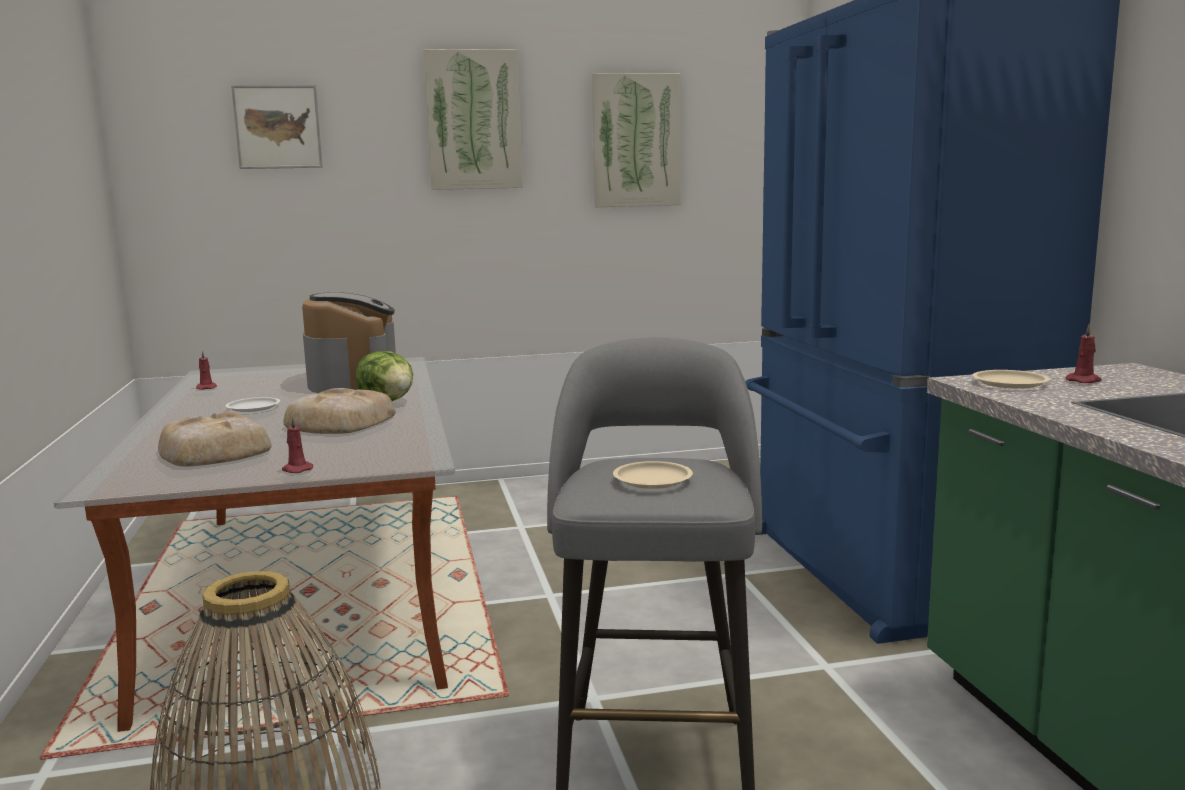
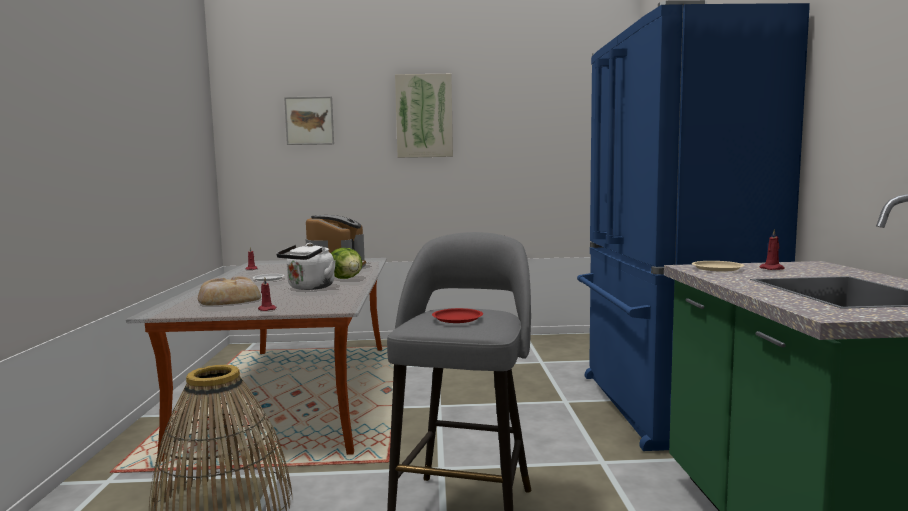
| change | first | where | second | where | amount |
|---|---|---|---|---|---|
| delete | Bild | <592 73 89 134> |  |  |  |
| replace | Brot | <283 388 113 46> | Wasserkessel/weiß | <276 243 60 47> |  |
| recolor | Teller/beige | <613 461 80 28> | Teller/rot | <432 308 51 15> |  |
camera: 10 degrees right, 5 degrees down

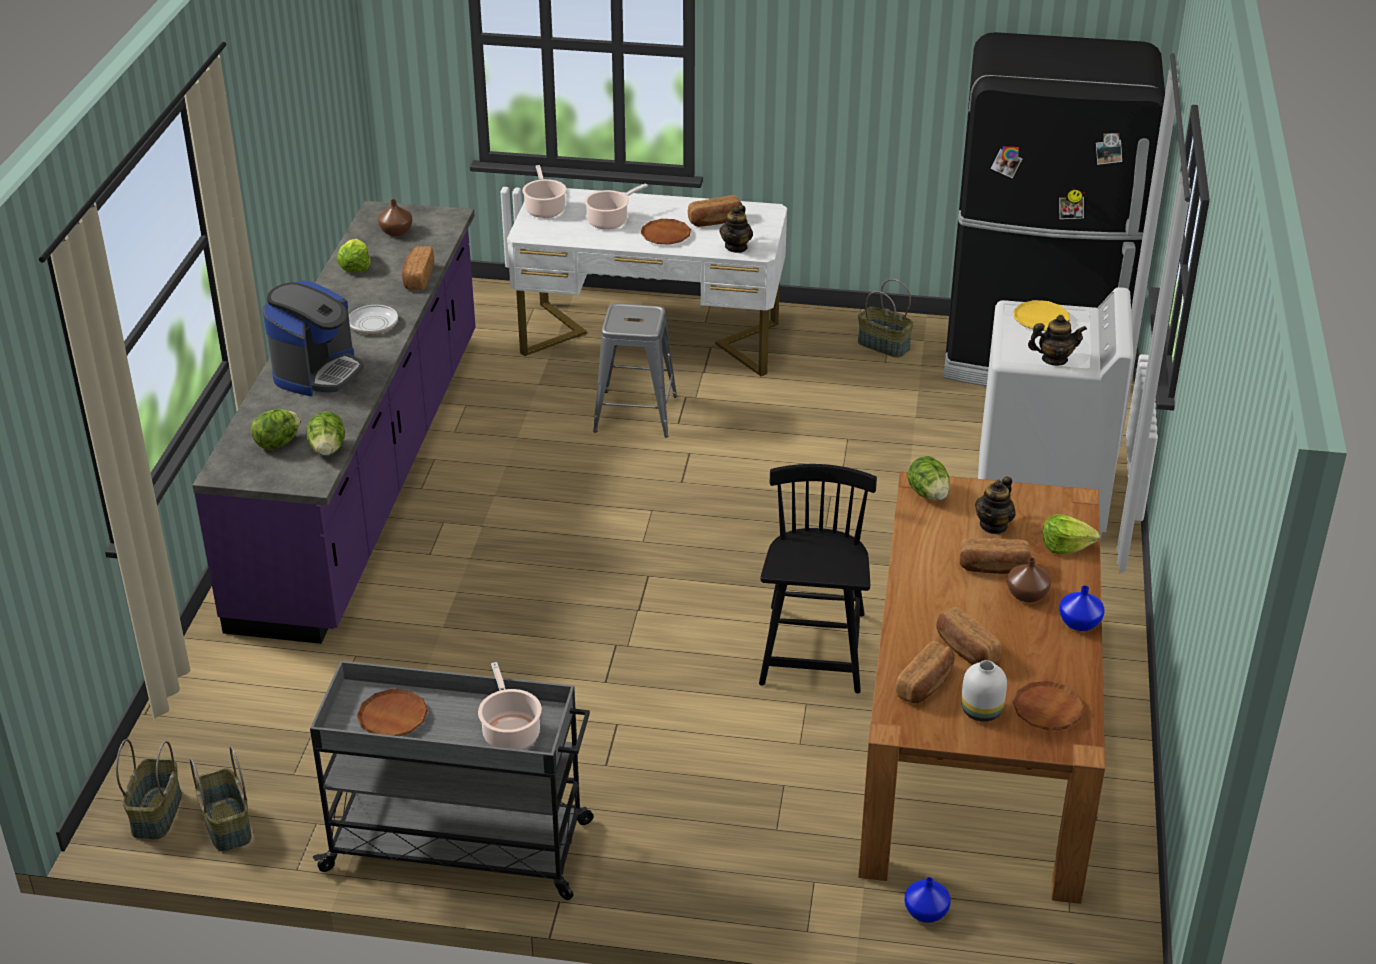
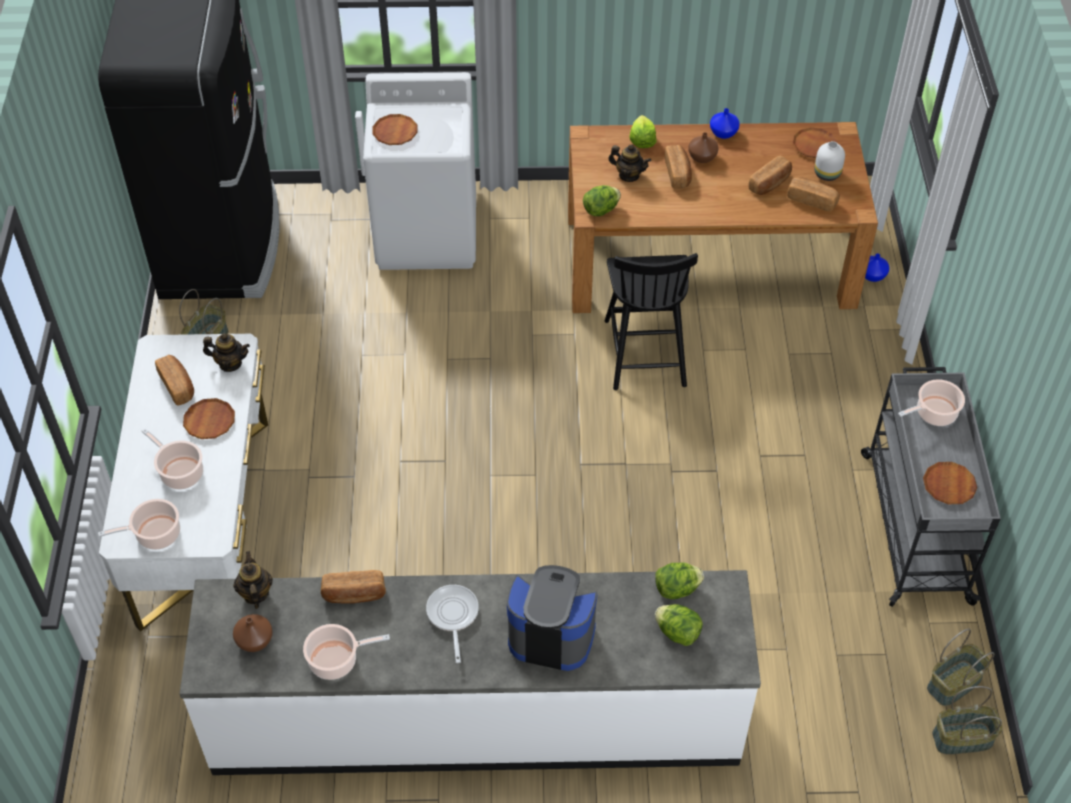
| change | first | where | second | where | amount |
|---|---|---|---|---|---|
| delete | Hocker/grau | <593 304 84 133> |  |  |  |
| move | Teekanne | <1028 315 59 51> |  | <233 551 40 58> |  |
| replace | Salatkopf | <337 239 34 34> | Kochtopf | <303 624 87 56> |  |
| recolor | Küchenzeile/lila | <192 201 284 443> | Küchenzeile/weiß | <180 570 581 205> |  |
| recolor | Teller/gelb | <1014 300 56 31> | Teller/braun | <372 114 46 31> |  |
| rotate | Stuhl/schwarz | <759 464 118 229> |  | <605 253 93 137> | 90 degrees counterclockwise |
camera: 100 degrees left, 15 degrees up

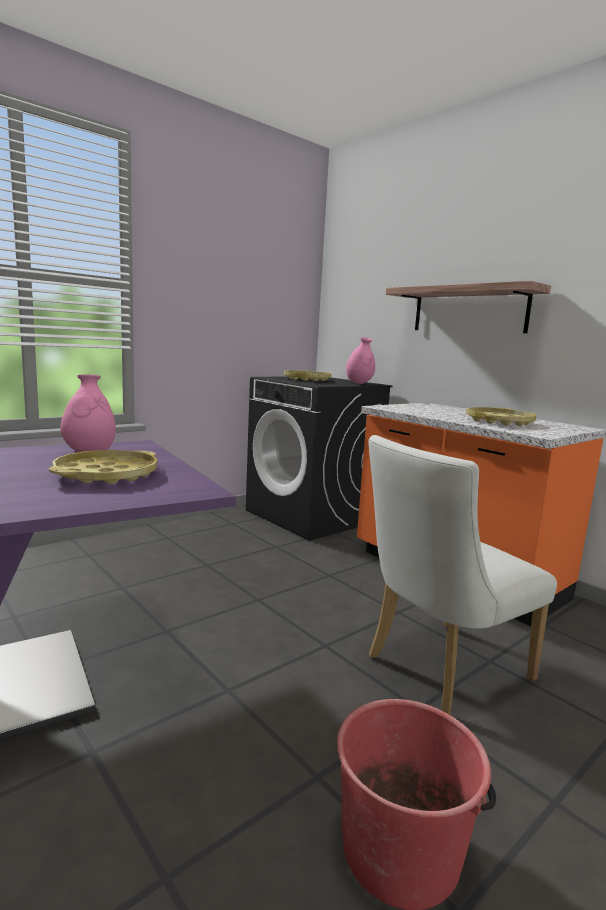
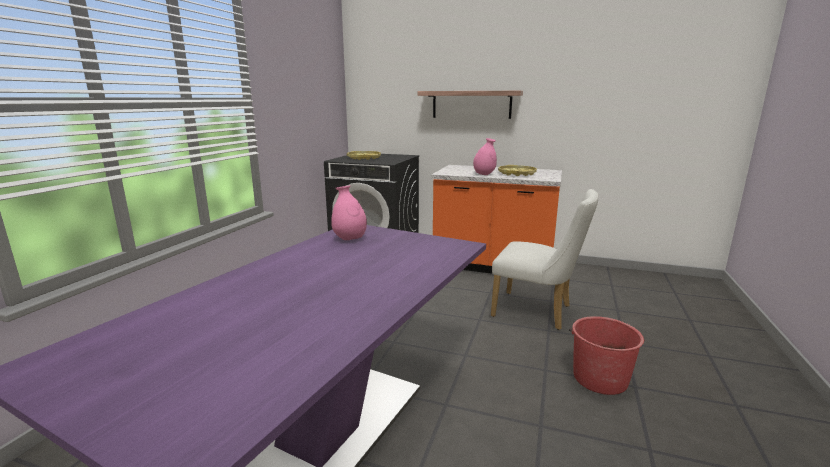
| change | first | where | second | where | amount |
|---|---|---|---|---|---|
| delete | Tablett/gelb | <49 450 108 34> |  |  |  |
| move | Vase/rosa | <346 337 29 47> |  | <473 138 24 37> |  |
| rotate | Stuhl/weiß | <369 435 188 280> |  | <491 189 107 141> | 90 degrees counterclockwise |
camera: 30 degrees left, 5 degrees up

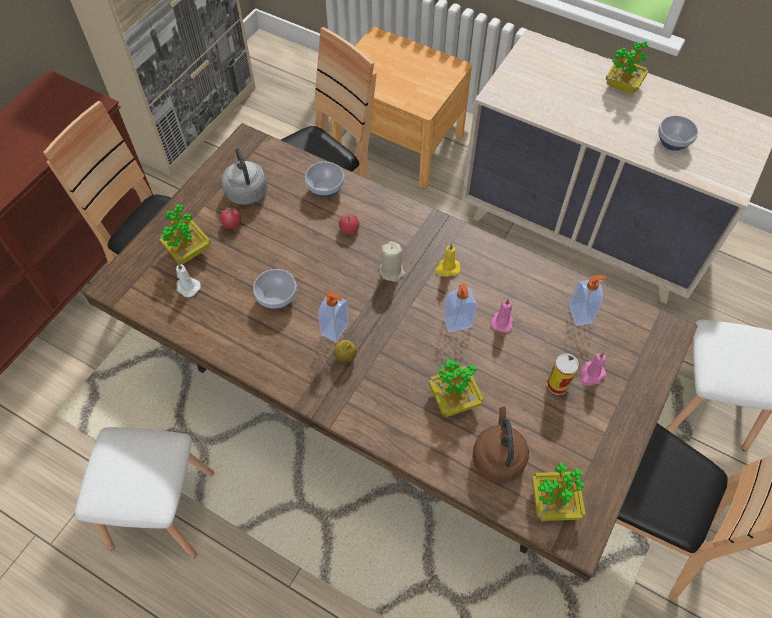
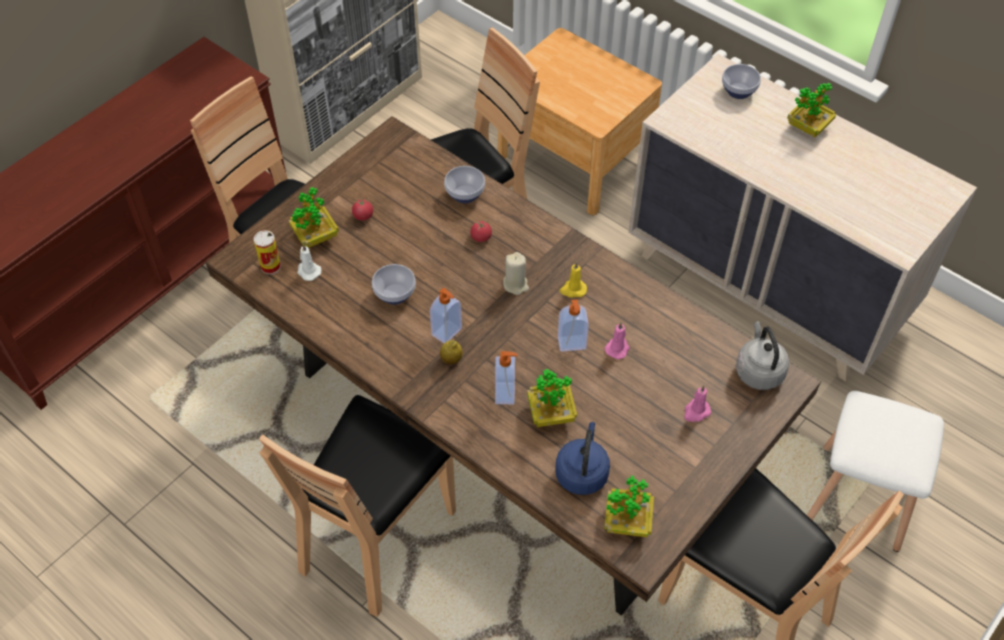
| change | first | where | second | where | amount |
|---|---|---|---|---|---|
| delete | Hocker/weiß | <75 427 139 131> |  |  |  |
| insert |  |  | Stuhl/braun | <259 395 197 222> |  |
| move | Wasserkessel/grau | <222 147 45 58> |  | <736 321 53 69> |  |
| move | Dose | <547 353 32 42> |  | <253 230 28 45> |  |
| move | Seifenspender | <569 275 38 51> |  | <495 351 23 53> |  |
| move | Schüssel | <658 115 40 36> |  | <722 64 39 35> |  |
| recolor | Wasserkessel/braun | <473 407 56 76> | Wasserkessel/blau | <555 422 55 73> |  |
camera: 10 degrees right, 5 degrees down

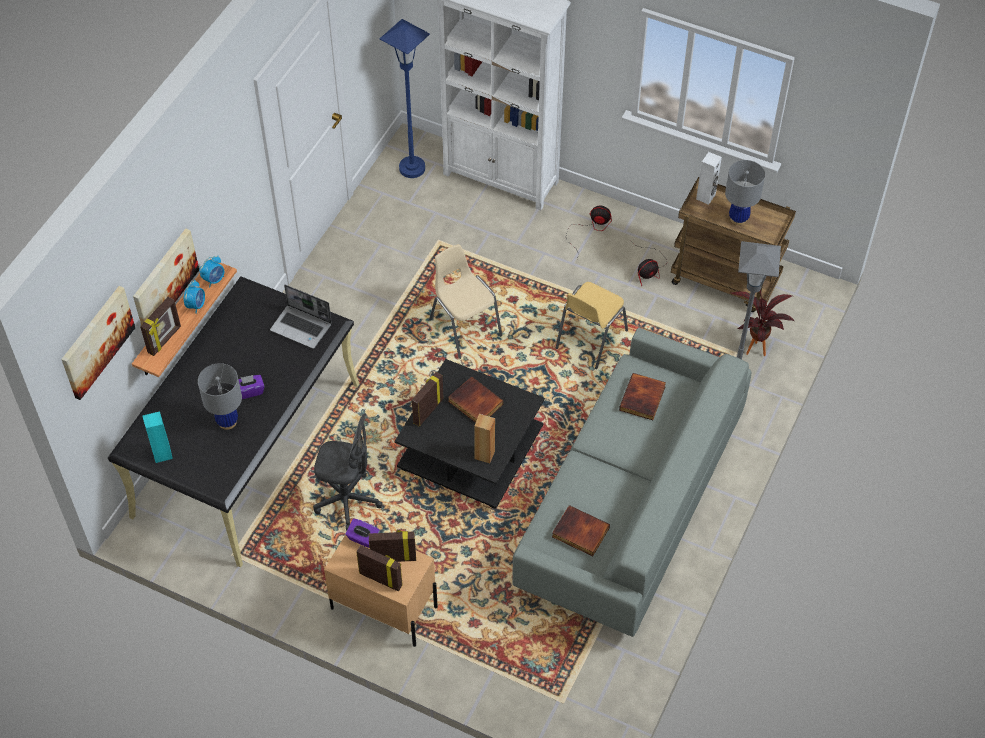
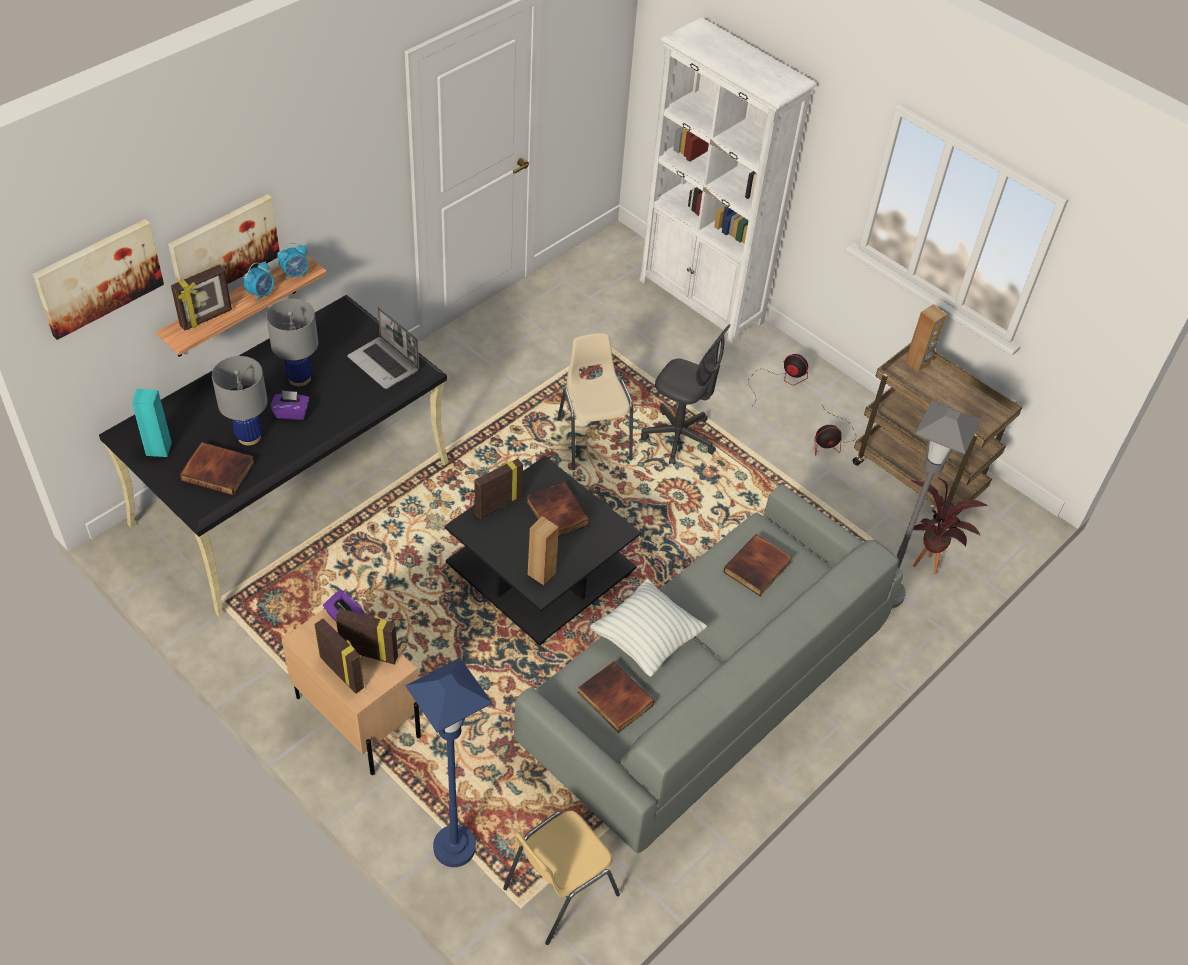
| change | first | where | second | where | amount |
|---|---|---|---|---|---|
| insert |  |  | Buch | <180 442 75 53> |  |
| insert |  |  | Kissen | <590 579 117 98> |  |
| move | Bürostuhl/grau | <313 413 70 118> |  | <641 324 90 141> |  |
| move | Stehlampe/blau | <380 19 50 159> |  | <406 658 86 209> |  |
| move | Stuhl/gelb | <556 282 72 87> |  | <503 810 117 135> |  |
| move | Tischlampe/grau | <725 160 40 65> |  | <266 299 52 87> |  |
| recolor | Lautsprecher/weiß | <696 152 26 53> | Lautsprecher/braun | <905 305 42 67> |  |
camera: 15 degrees right, 5 degrees down

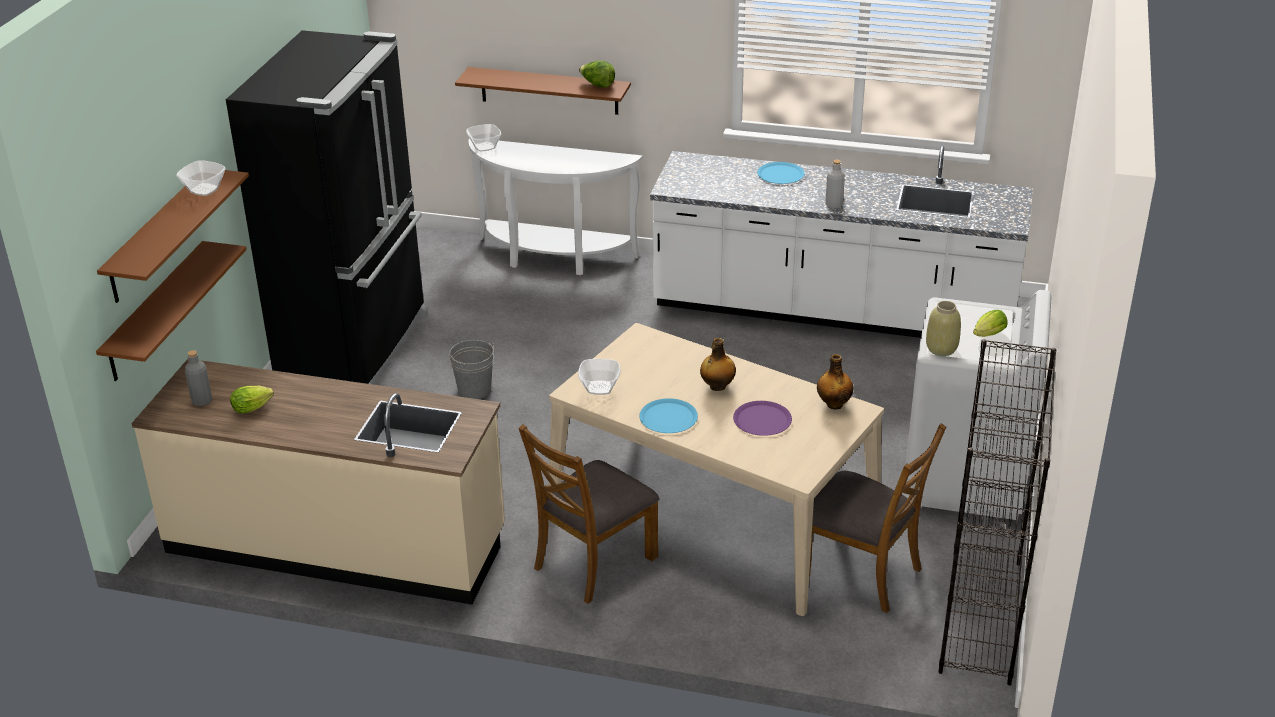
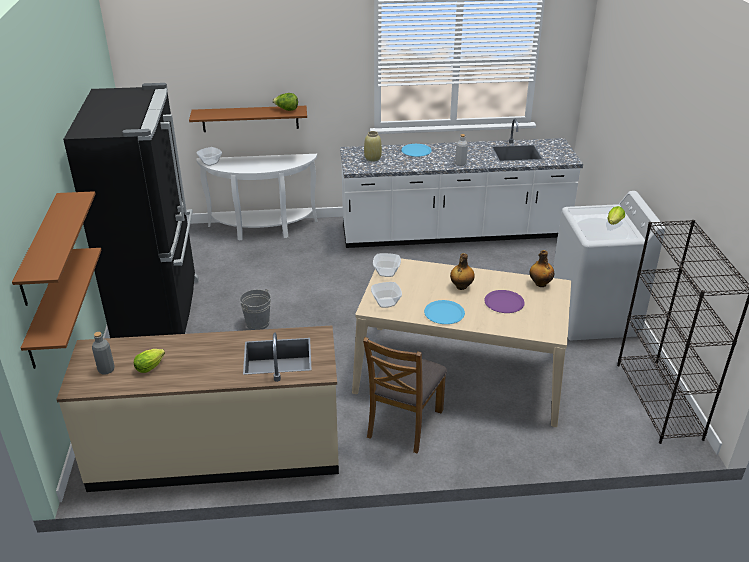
| change | first | where | second | where | amount |
|---|---|---|---|---|---|
| delete | Stuhl/braun | <809 423 137 190> |  |  |  |
| move | Schüssel | <176 160 50 36> |  | <373 253 28 24> |  |
| move | Vase/beige | <926 301 35 55> |  | <364 131 18 30> |  |
camera: 20 degrees left, 0 degrees up

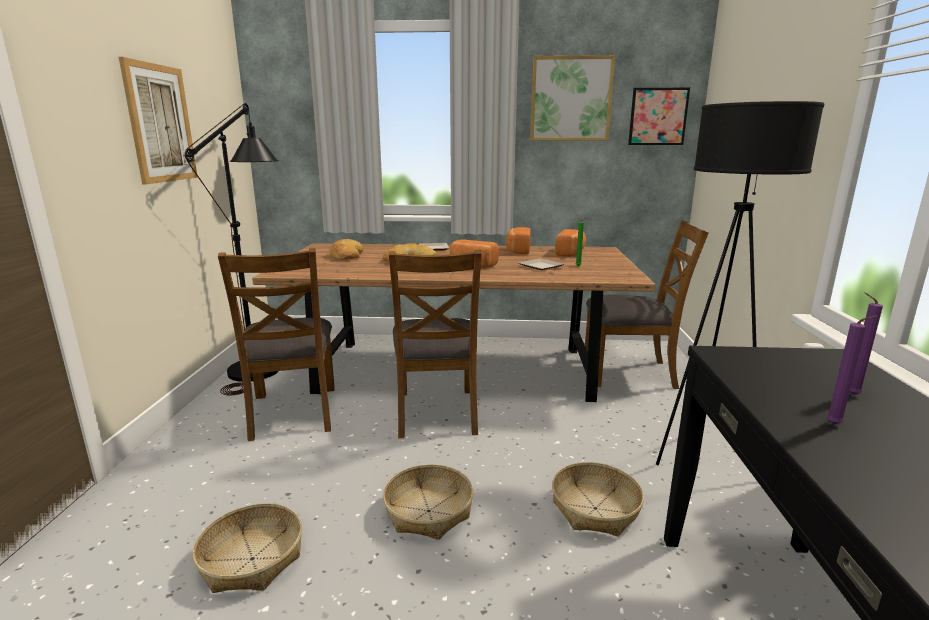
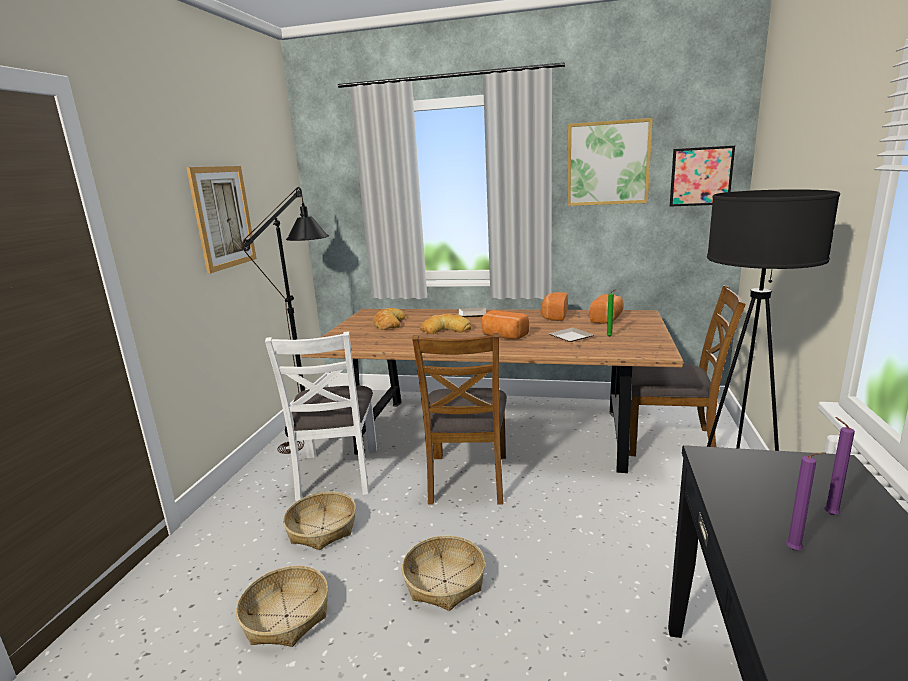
| change | first | where | second | where | amount |
|---|---|---|---|---|---|
| move | Korb | <552 462 92 74> |  | <283 492 73 58> |  |
| recolor | Stuhl/braun | <218 248 117 193> | Stuhl/weiß | <265 332 112 169> |  |
camera: 10 degrees right, 0 degrees up

